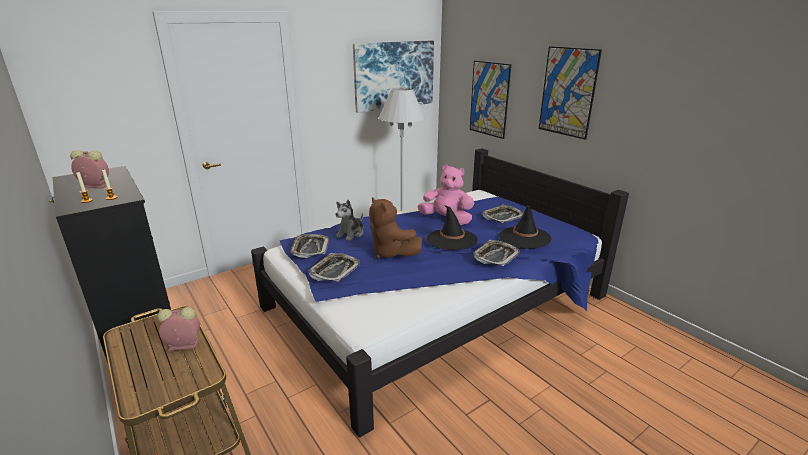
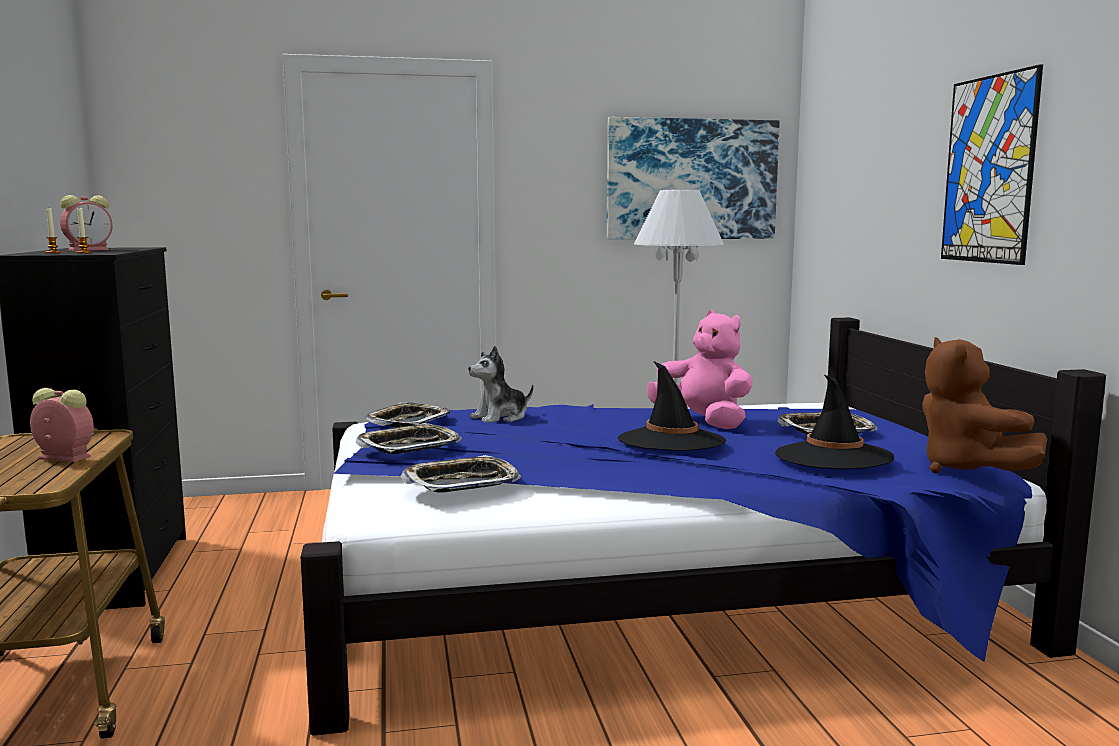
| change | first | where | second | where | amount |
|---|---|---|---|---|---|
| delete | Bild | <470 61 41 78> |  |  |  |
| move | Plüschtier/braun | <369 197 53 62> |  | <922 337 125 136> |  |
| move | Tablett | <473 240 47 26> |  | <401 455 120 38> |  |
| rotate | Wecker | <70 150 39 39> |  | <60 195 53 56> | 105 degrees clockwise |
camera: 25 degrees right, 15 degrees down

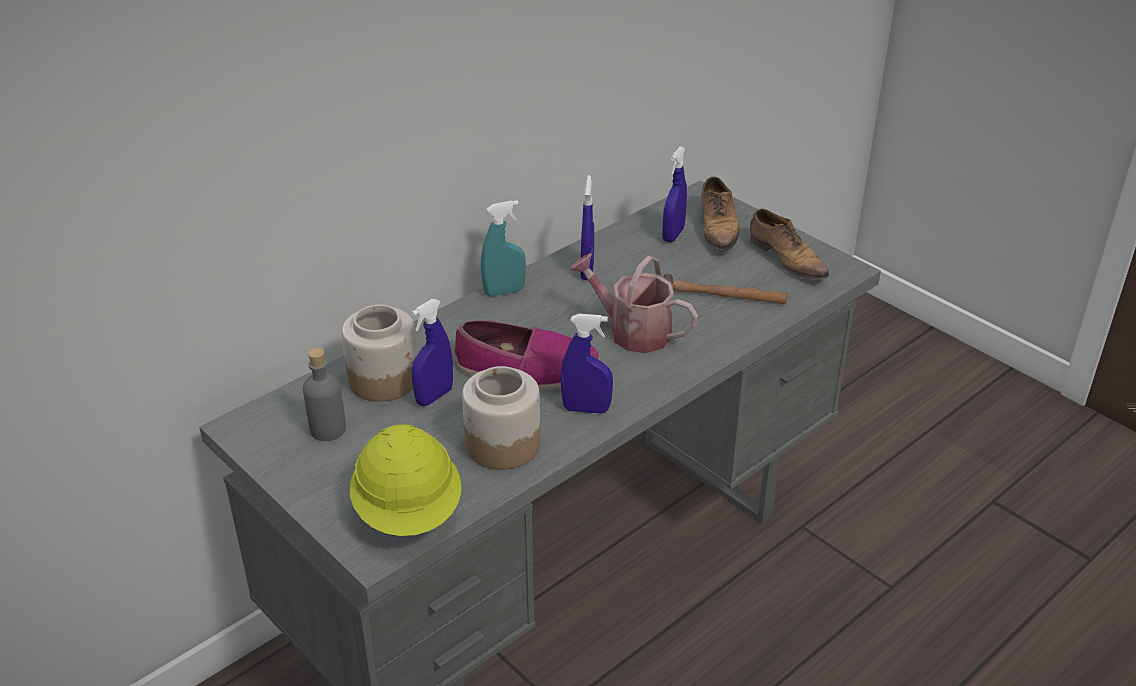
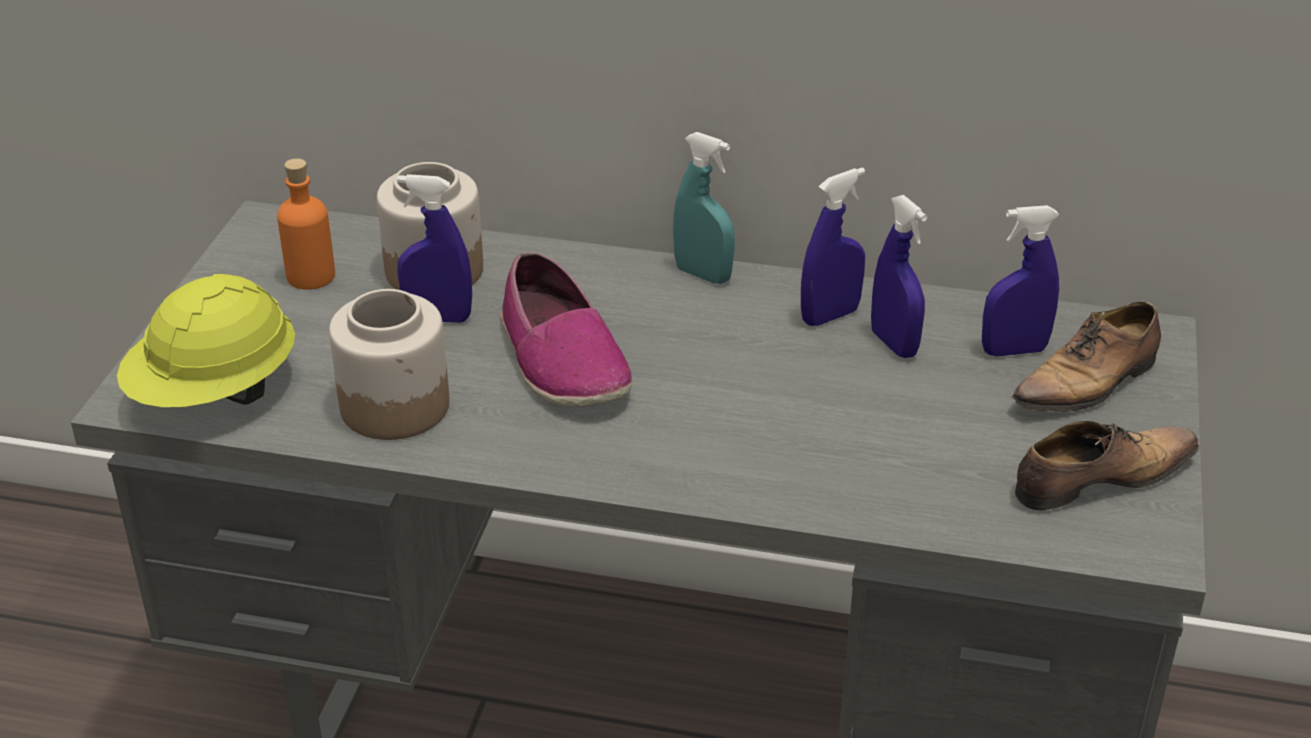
| change | first | where | second | where | amount |
|---|---|---|---|---|---|
| delete | Gießkanne | <569 253 129 100> |  |  |  |
| delete | Hammer | <663 273 124 31> |  |  |  |
| move | Sprühflasche/blau | <561 314 52 100> |  | <871 195 56 163> |  |
| recolor | Flasche/grau | <303 348 43 93> | Flasche/orange | <277 158 58 132> |  |
| rotate | Schuh | <750 209 79 74> |  | <1015 421 185 90> | 135 degrees counterclockwise |
camera: 55 degrees right, 0 degrees up

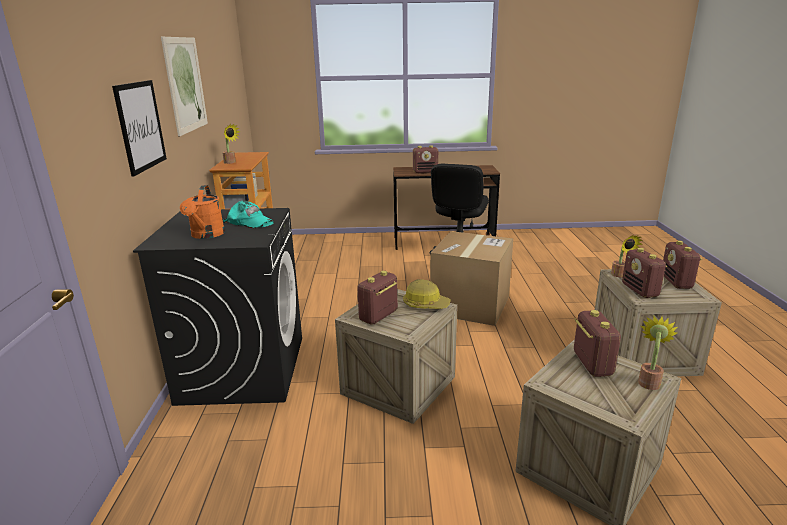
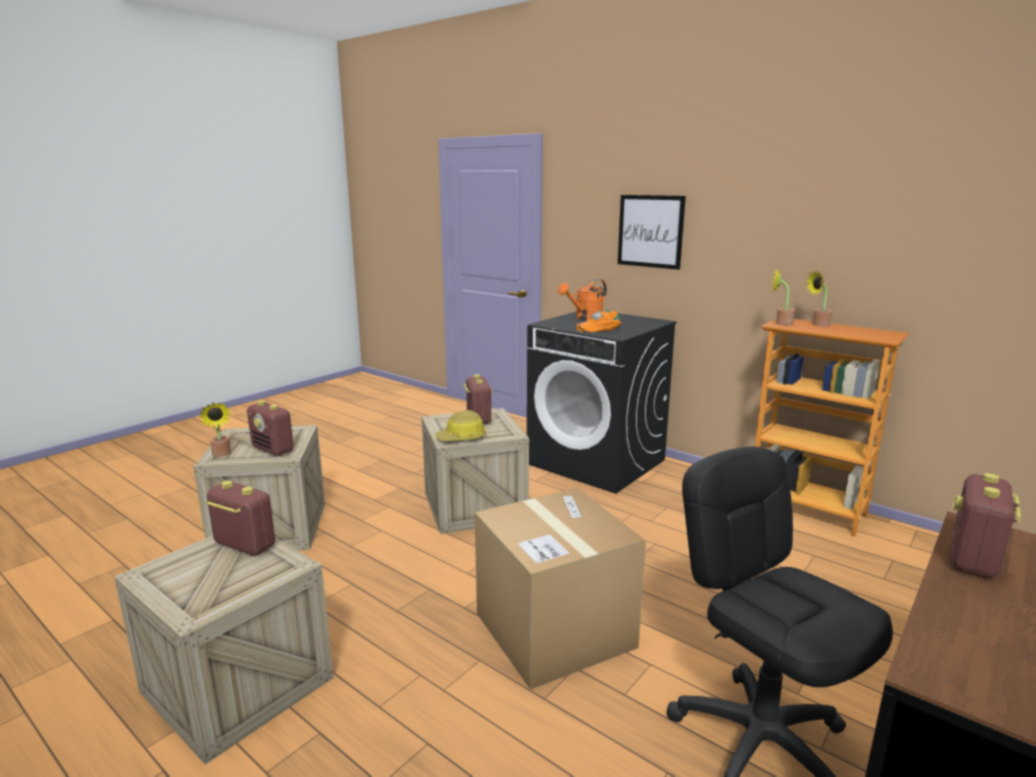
| change | first | where | second | where | amount |
|---|---|---|---|---|---|
| delete | Bild | <161 37 47 99> |  |  |  |
| delete | Radio | <663 240 39 49> |  |  |  |
| move | Topfpflanze | <611 235 31 42> |  | <772 269 23 56> |  |
| recolor | Kappe/türkis | <223 201 51 27> | Kappe/orange | <576 310 45 22> |  |
| rotate | Gießkanne/orange | <180 185 45 54> |  | <558 279 49 42> | 75 degrees counterclockwise |
camera: 130 degrees right, 5 degrees down

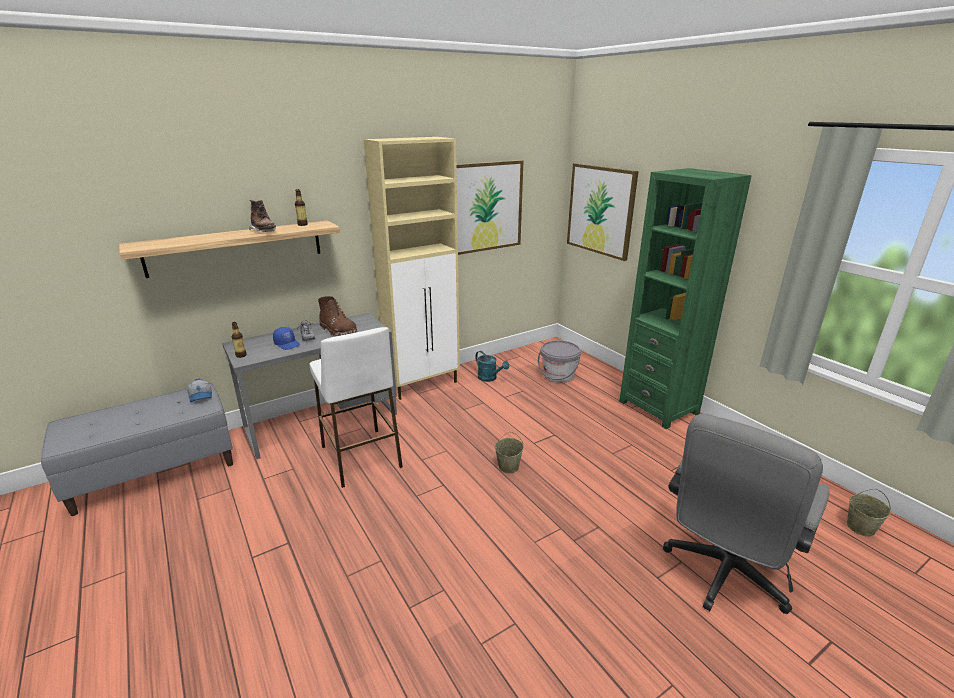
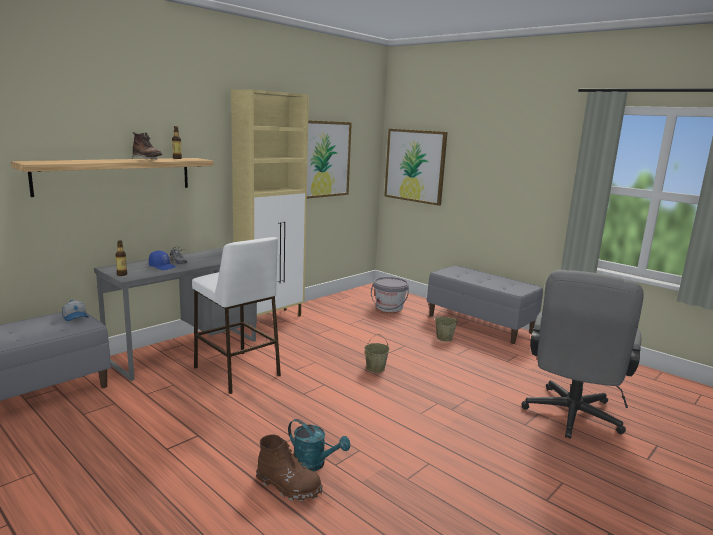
| change | first | where | second | where | amount |
|---|---|---|---|---|---|
| move | Stiefel/braun | <318 296 39 41> |  | <256 434 67 67> |  |
| move | Gießkanne/türkis | <475 351 34 31> |  | <288 419 62 52> |  |
| move | Eimer/beige | <847 489 44 48> |  | <435 308 23 34> |  |
| replace | Bücherregal/grün | <619 168 132 261> | Bank/grau | <427 265 116 79> |  |
camera: 15 degrees left, 10 degrees down

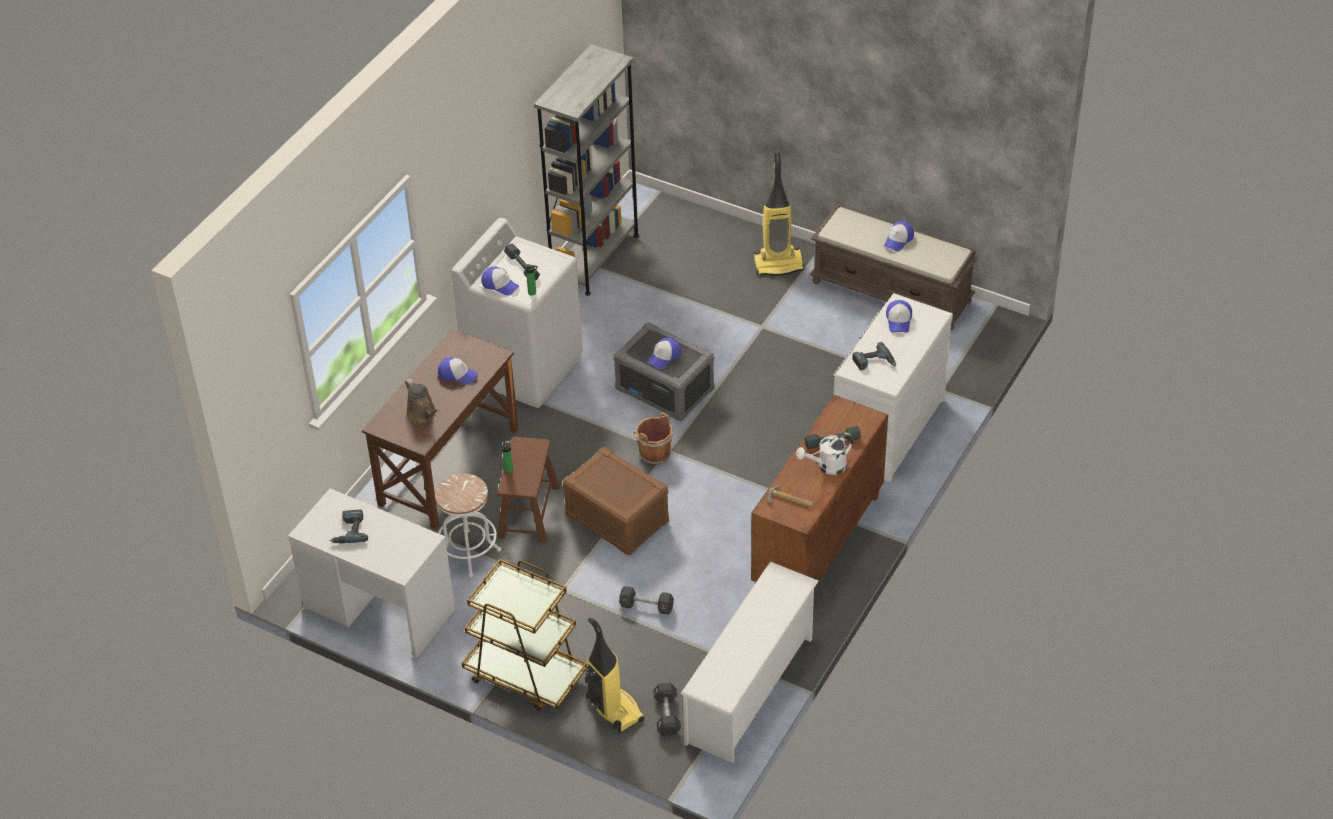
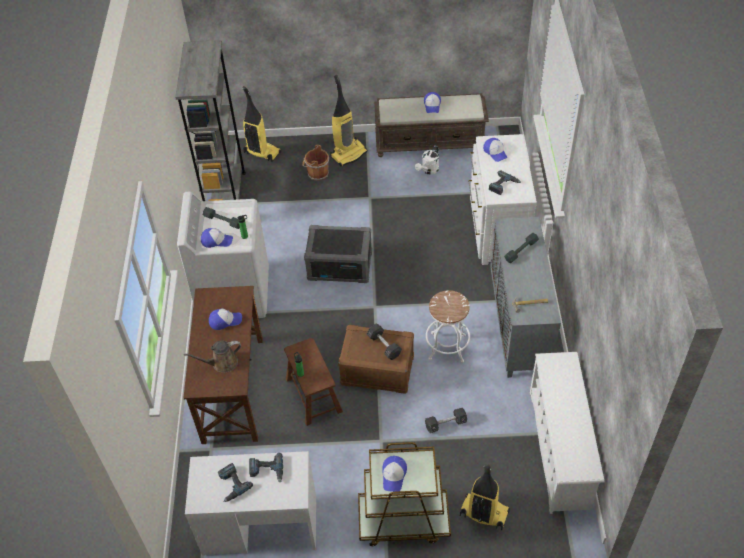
| change | first | where | second | where | amount |
|---|---|---|---|---|---|
| insert |  |  | Staubsauger | <242 86 39 76> |  |
| insert |  |  | Bohrmaschine | <249 453 34 29> |  |
| move | Hocker/weiß | <435 474 66 104> |  | <426 290 44 73> |  |
| move | Eimer/braun | <633 413 40 52> |  | <302 145 27 36> |  |
| move | Kappe | <647 338 34 31> |  | <383 456 24 36> |  |
| move | Hantel/schwarz | <653 683 28 53> |  | <367 323 35 37> |  |
| move | Gießkanne/weiß | <796 433 57 42> |  | <415 146 24 29> |  |
| recolor | Schrank/braun | <751 395 137 192> | Schrank/grau | <490 217 71 161> |  |
| rotate | Gießkanne/braun | <405 378 35 46> |  | <184 341 57 31> | 135 degrees clockwise |
camera: 30 degrees left, 5 degrees up

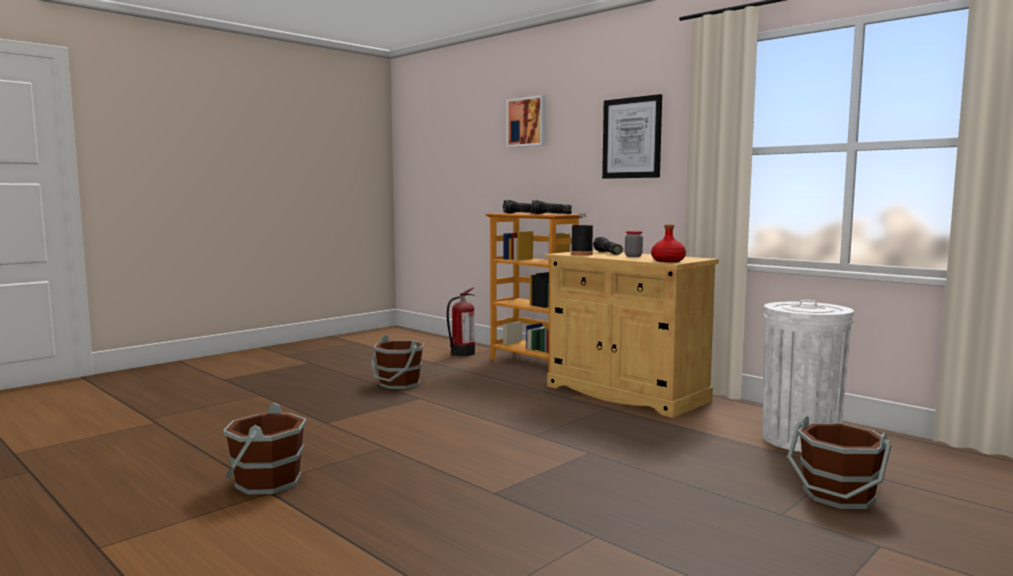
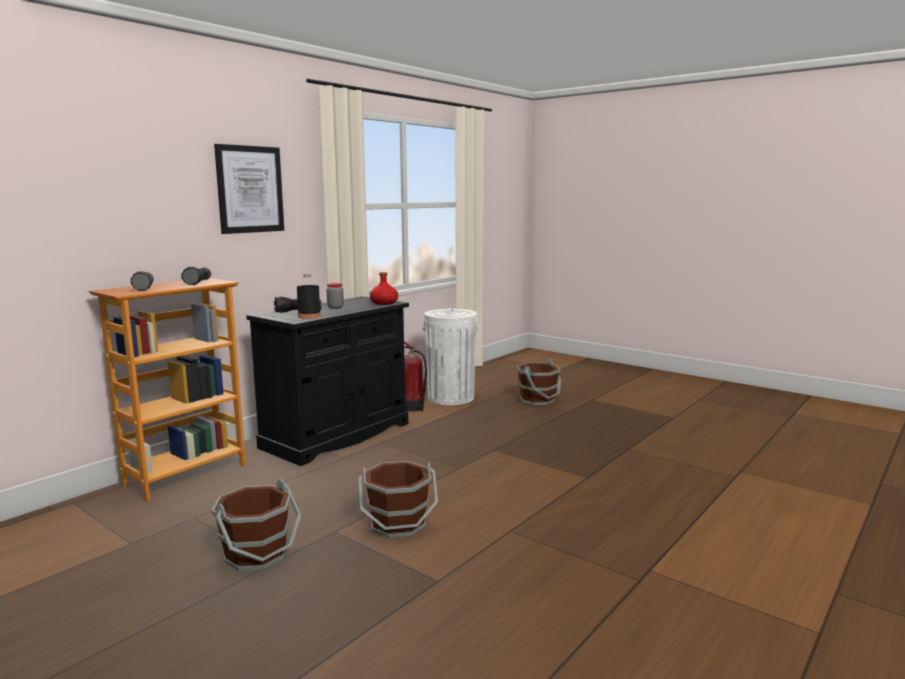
| change | first | where | second | where | amount |
|---|---|---|---|---|---|
| delete | Bild | <506 95 40 52> |  |  |  |
| move | Eimer/braun | <223 403 83 92> |  | <358 461 80 77> |  |
| move | Feuerlöscher | <447 287 28 69> |  | <404 341 23 71> |  |
| recolor | Schrank/beige | <545 250 174 168> | Schrank/schwarz | <246 296 163 170> |  |
camera: 95 degrees left, 5 degrees up

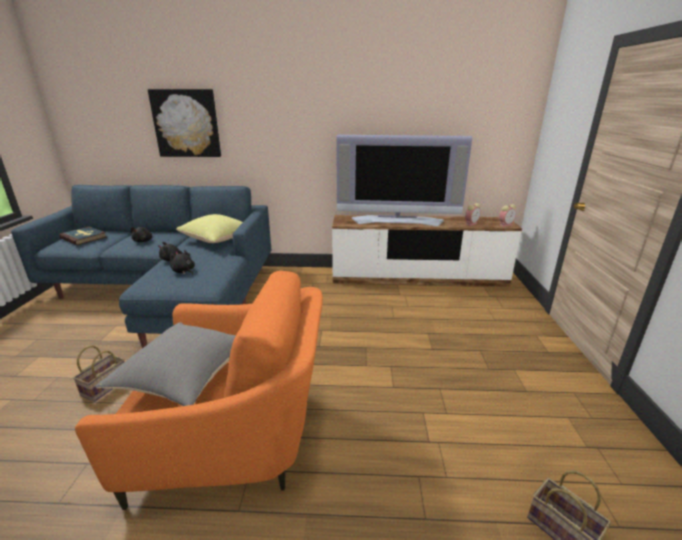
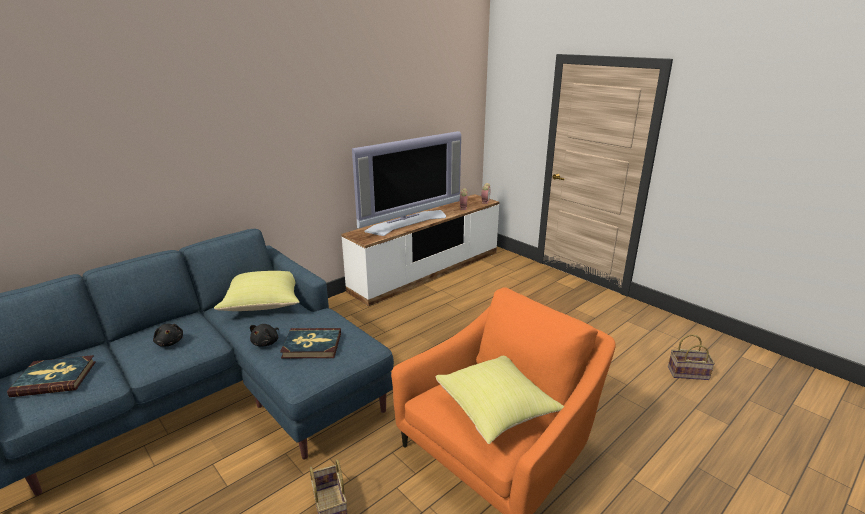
| change | first | where | second | where | amount |
|---|---|---|---|---|---|
| delete | Bild | <148 89 73 68> |  |  |  |
| replace | Plüschtier/schwarz | <170 250 25 25> | Buch | <280 328 61 31> |  |
| recolor | Kissen/grau | <96 322 140 84> | Kissen/gelb | <436 356 128 88> |  |
camera: 45 degrees left, 0 degrees up

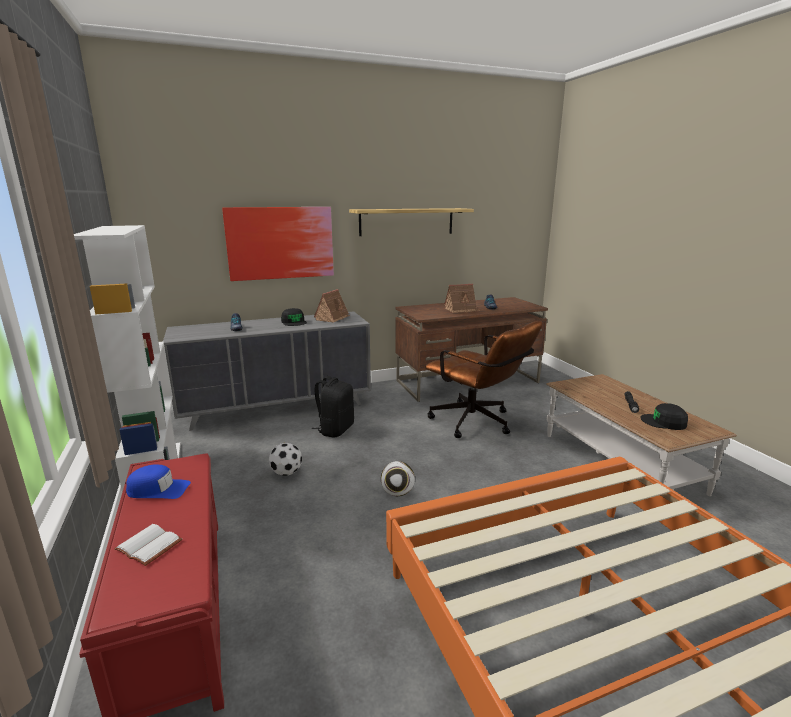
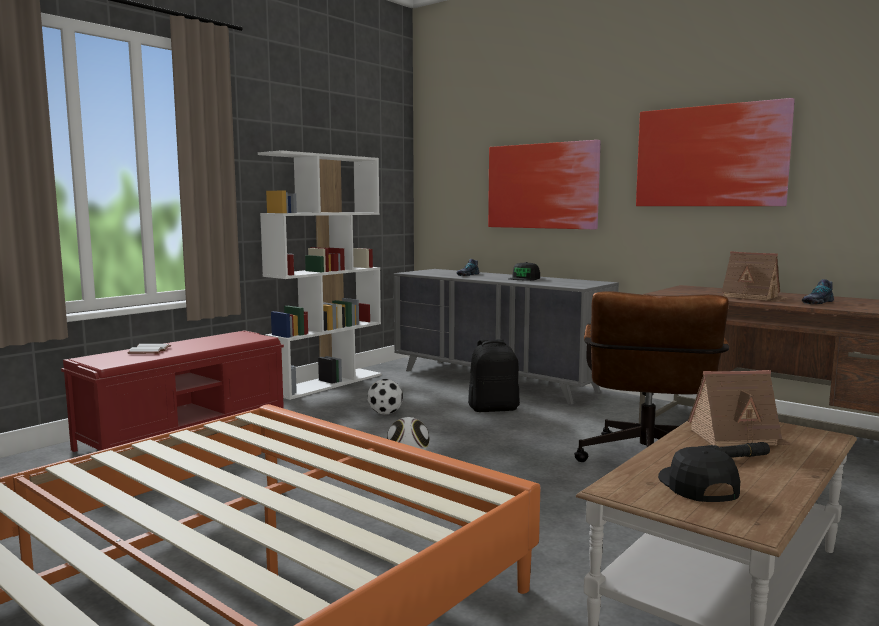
| change | first | where | second | where | amount |
|---|---|---|---|---|---|
| delete | Kappe/blau | <126 465 65 34> |  |  |  |
| move | Spielzeughaus | <314 289 36 34> |  | <688 370 104 77> |  |
| replace | Wandregal | <349 208 125 28> | Bild | <636 98 159 108> |  |
camera: 60 degrees right, 10 degrees down

